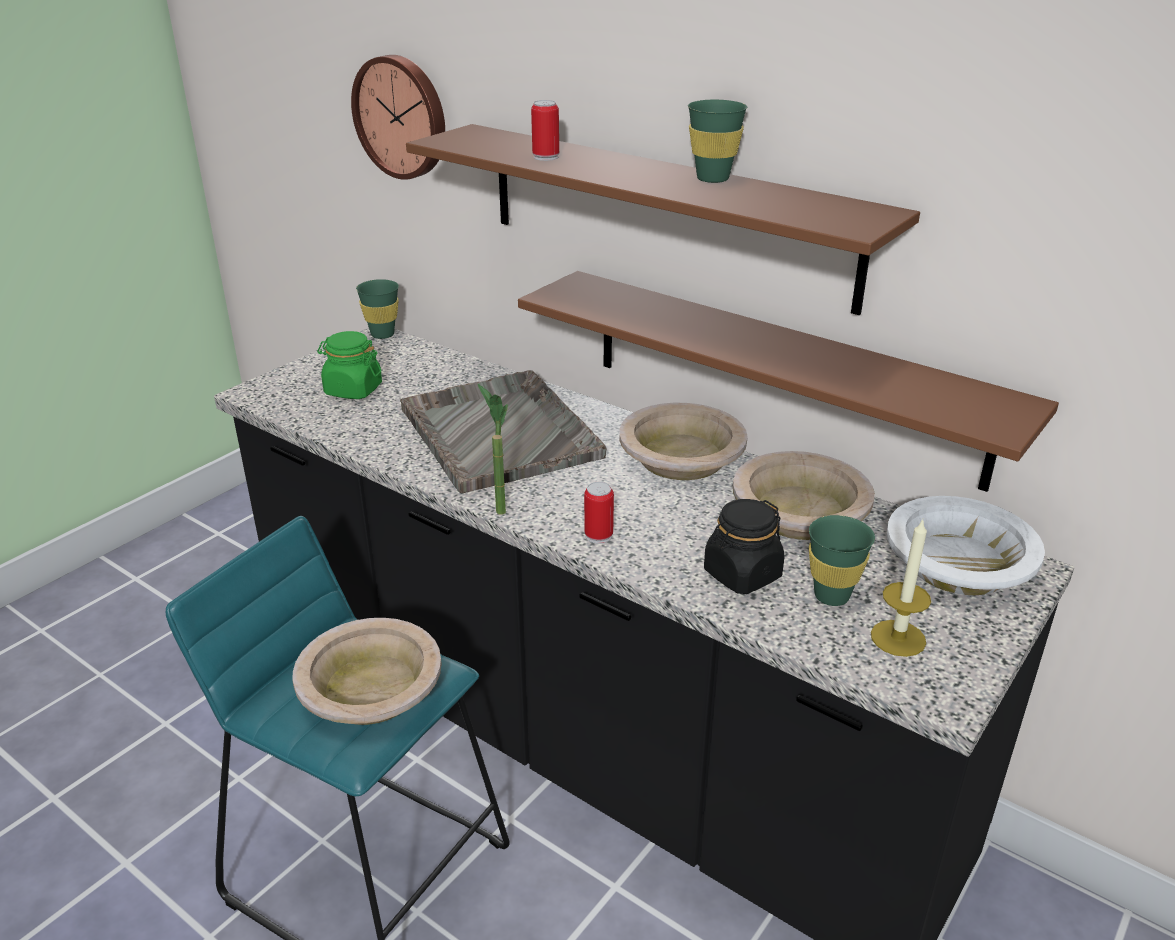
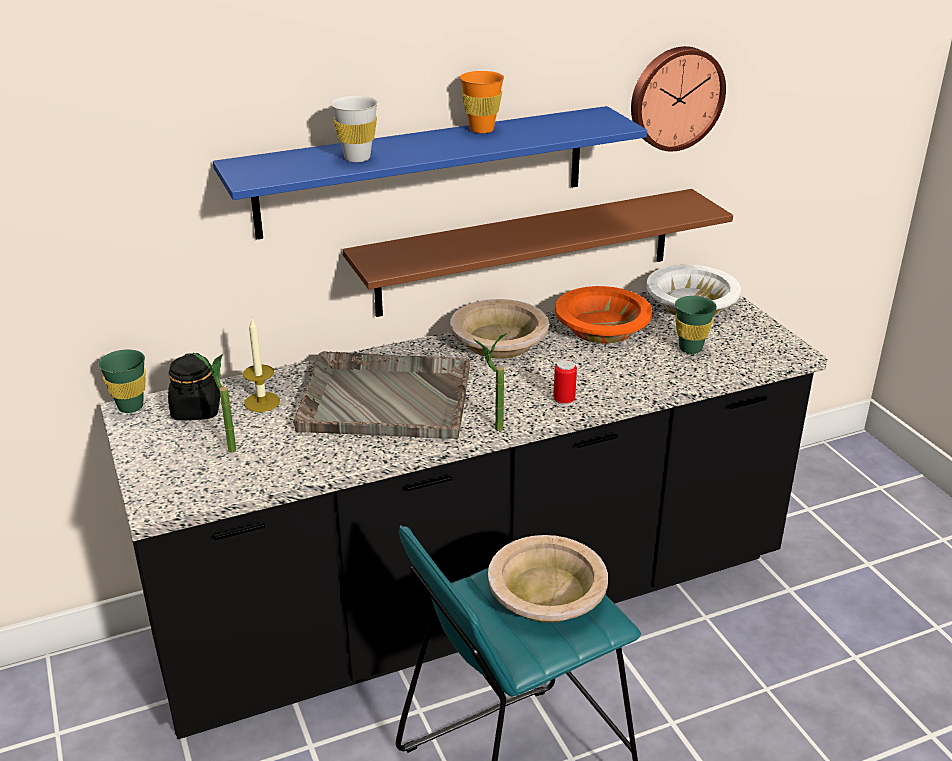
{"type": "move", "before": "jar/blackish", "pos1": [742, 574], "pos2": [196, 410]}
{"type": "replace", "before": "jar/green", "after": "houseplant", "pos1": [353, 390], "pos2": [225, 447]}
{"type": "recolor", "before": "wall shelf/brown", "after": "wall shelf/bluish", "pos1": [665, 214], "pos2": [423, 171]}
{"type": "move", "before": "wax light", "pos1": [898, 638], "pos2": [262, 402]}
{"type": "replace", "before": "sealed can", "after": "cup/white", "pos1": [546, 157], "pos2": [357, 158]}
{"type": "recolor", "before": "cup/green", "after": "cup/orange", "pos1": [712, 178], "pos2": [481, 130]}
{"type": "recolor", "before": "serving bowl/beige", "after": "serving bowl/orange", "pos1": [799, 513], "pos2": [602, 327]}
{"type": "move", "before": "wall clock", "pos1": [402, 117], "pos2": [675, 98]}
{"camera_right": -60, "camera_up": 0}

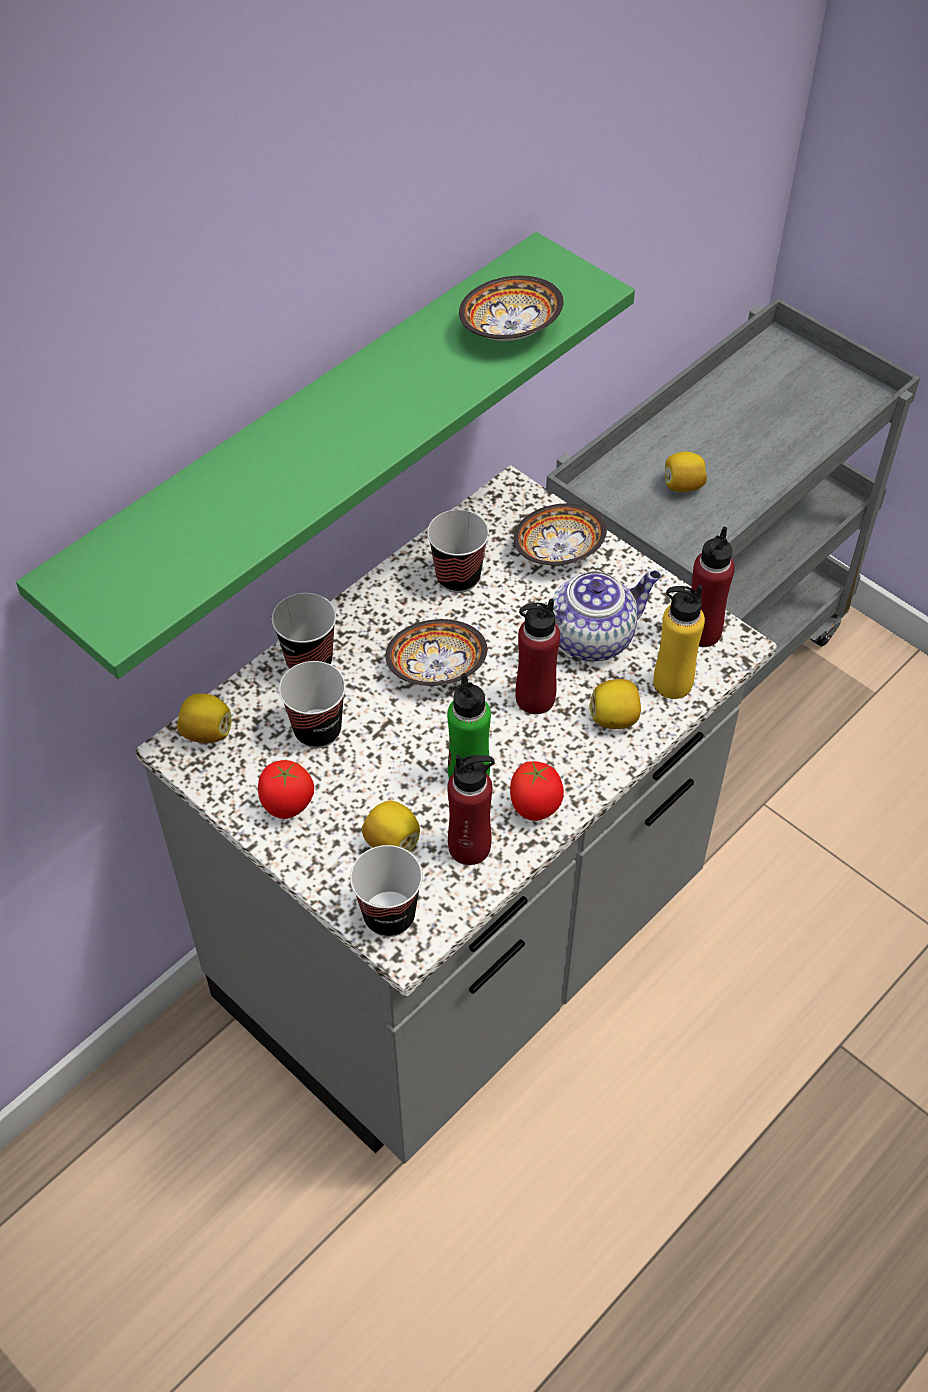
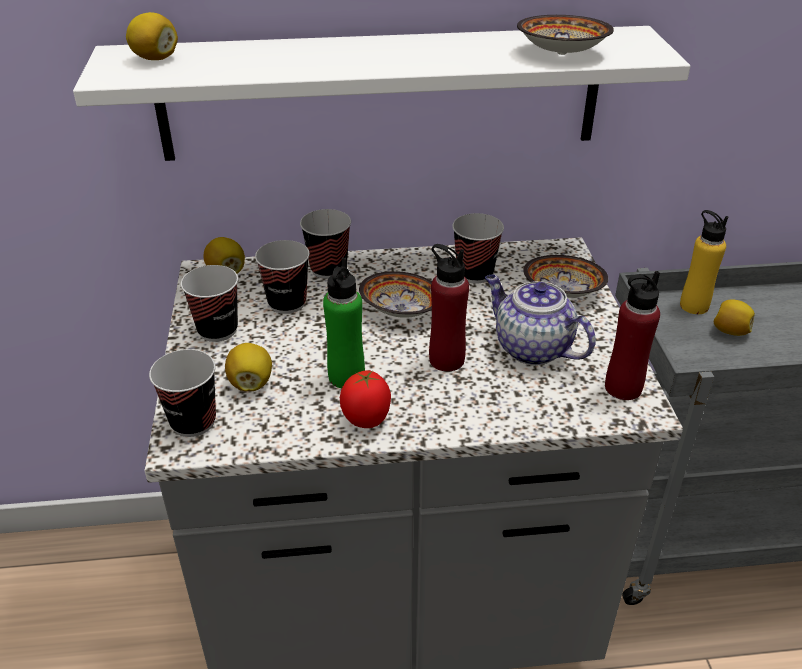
{"type": "recolor", "before": "wall shelf/green", "after": "wall shelf/white", "pos1": [306, 445], "pos2": [381, 94]}
{"type": "move", "before": "whole lemon", "pos1": [615, 718], "pos2": [155, 58]}
{"type": "replace", "before": "whole tomato", "after": "cup", "pos1": [288, 807], "pos2": [217, 330]}
{"type": "rotate", "before": "pot for tea", "pos1": [592, 637], "pos2": [531, 348], "turn": -150}
{"type": "move", "before": "bottle/yellowish", "pos1": [672, 683], "pos2": [694, 306]}
{"type": "delete", "before": "bottle/red-coloured", "pos1": [469, 847]}
{"camera_right": 40, "camera_up": -15}

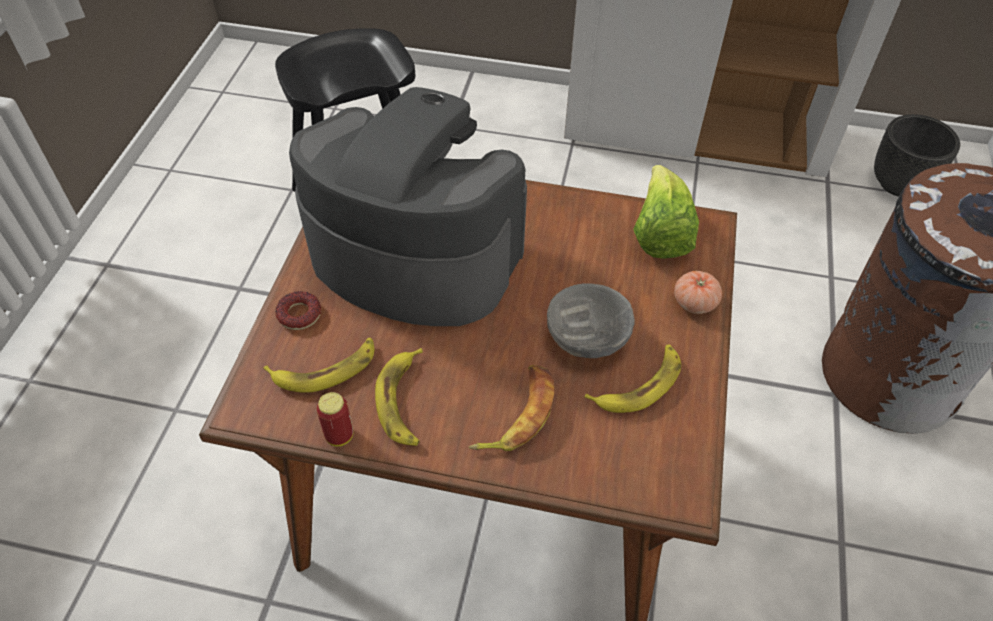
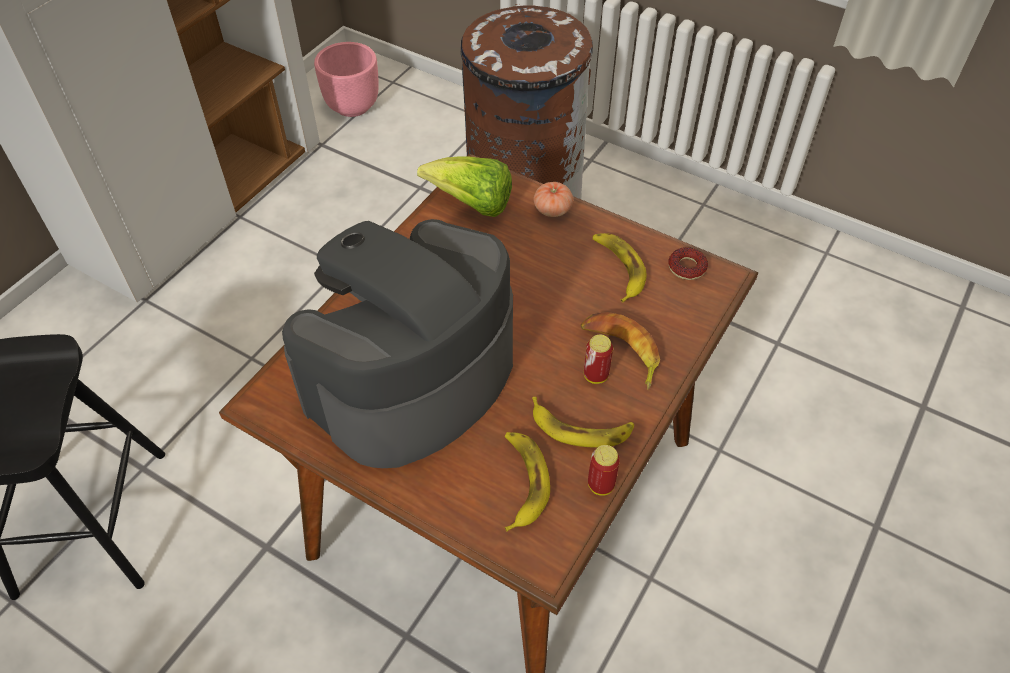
{"type": "recolor", "before": "planter/blackish", "after": "planter/pinkish", "pos1": [899, 184], "pos2": [353, 106]}
{"type": "insert", "after": "sealed can", "pos2": [595, 376]}
{"type": "move", "before": "doughnut", "pos1": [299, 314], "pos2": [687, 267]}
{"type": "delete", "before": "serving bowl/grey", "pos1": [587, 338]}
{"camera_right": -70, "camera_up": 0}

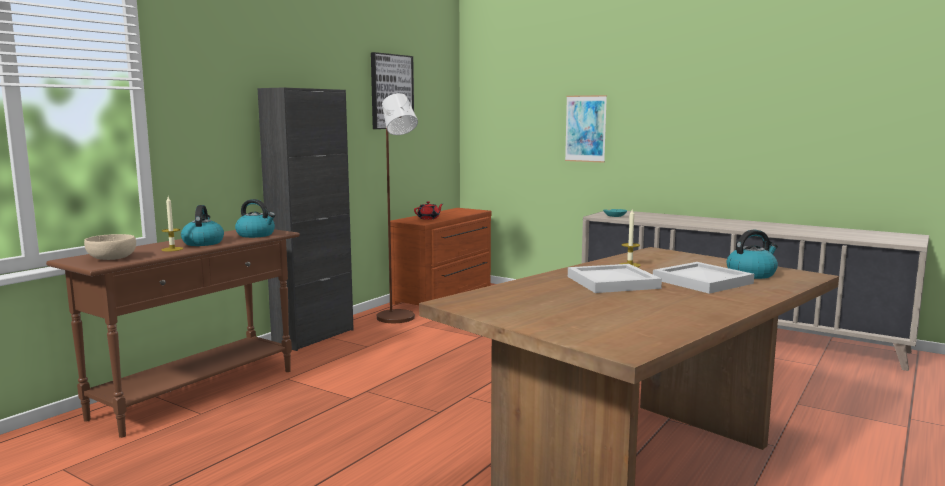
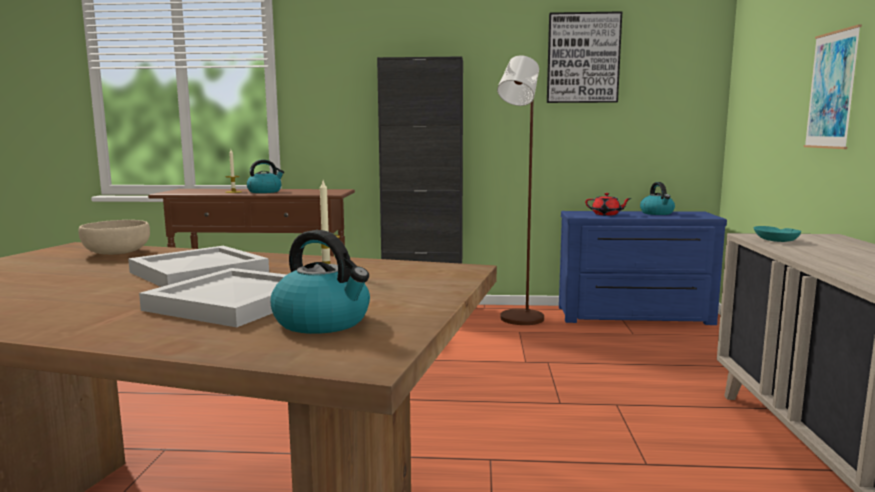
{"type": "move", "before": "serving bowl/beige", "pos1": [111, 258], "pos2": [116, 253]}
{"type": "recolor", "before": "dresser/brown", "after": "dresser/bluish", "pos1": [445, 295], "pos2": [635, 316]}
{"type": "move", "before": "tea kettle", "pos1": [256, 235], "pos2": [657, 213]}
{"camera_right": 60, "camera_up": 0}

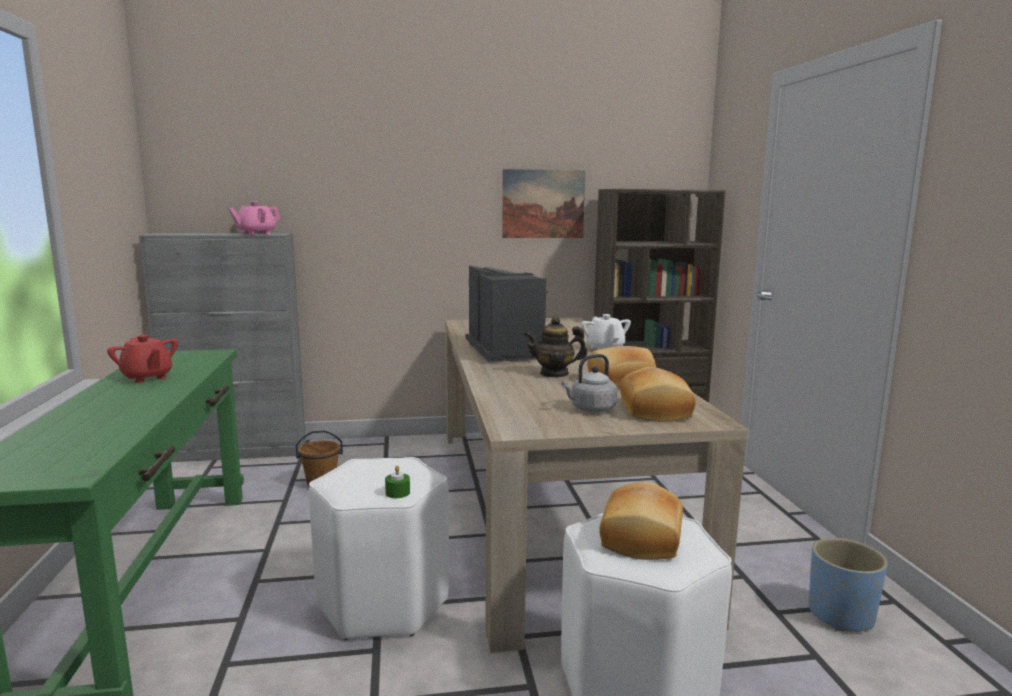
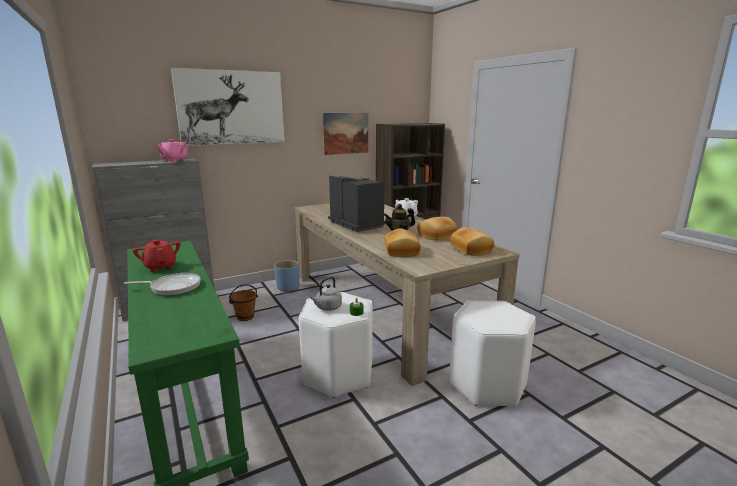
{"type": "insert", "after": "pan", "pos2": [173, 287]}
{"type": "rotate", "before": "pot for tea/red-coloured", "pos1": [147, 377], "pos2": [160, 267], "turn": -150}
{"type": "insert", "after": "picture", "pos2": [231, 107]}
{"type": "move", "before": "planter/bluish", "pos1": [841, 615], "pos2": [288, 287]}
{"type": "move", "before": "tea kettle/grey", "pos1": [591, 409], "pos2": [327, 308]}
{"type": "move", "before": "baked bread", "pos1": [643, 539], "pos2": [402, 251]}
{"camera_right": -20, "camera_up": 5}

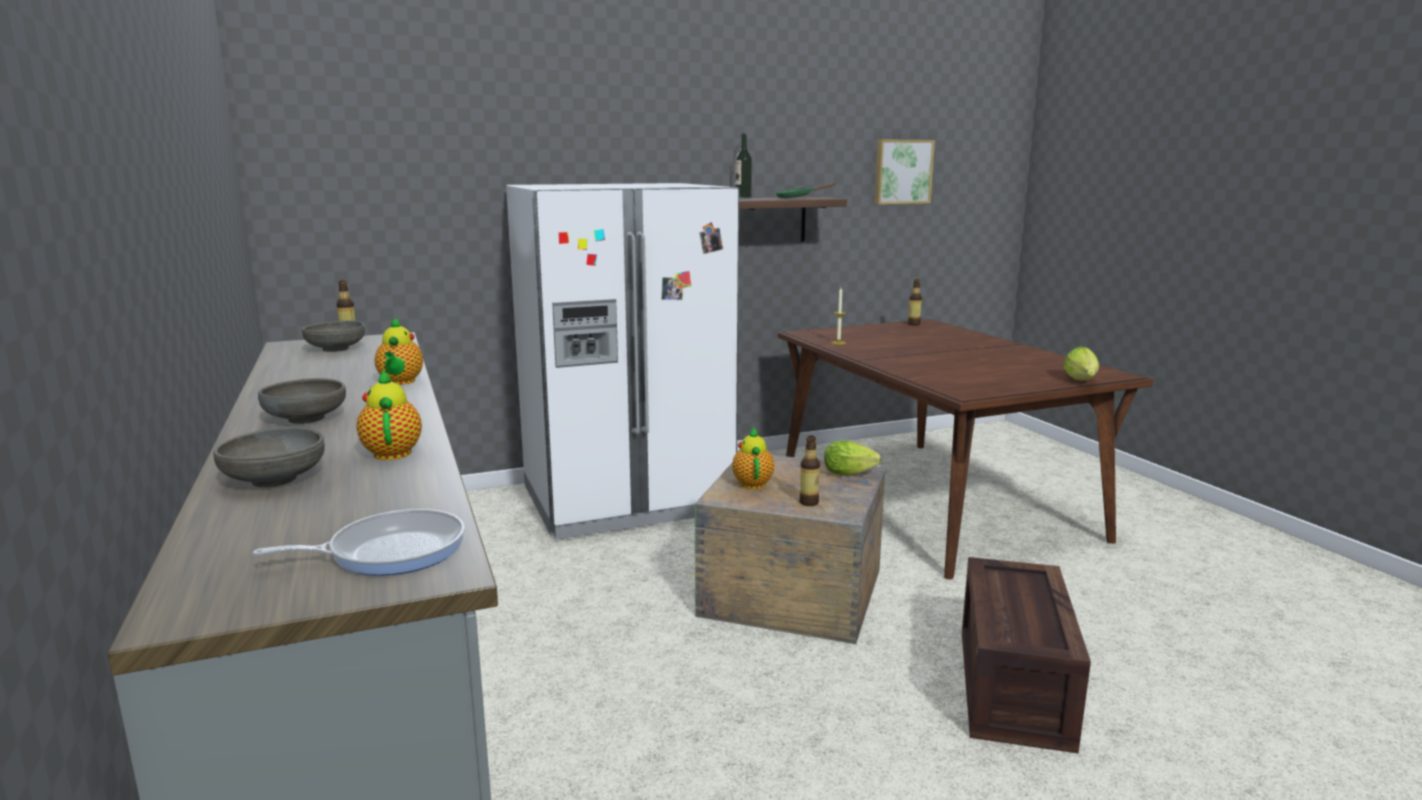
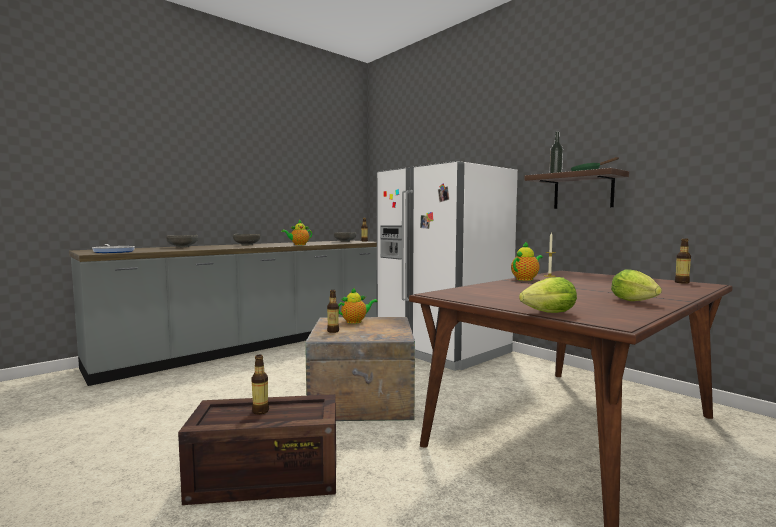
{"type": "insert", "after": "bottle", "pos2": [260, 411]}
{"type": "move", "before": "pot for tea", "pos1": [392, 452], "pos2": [526, 279]}
{"type": "move", "before": "lettuce", "pos1": [852, 474], "pos2": [636, 302]}
{"type": "delete", "before": "picture", "pos1": [902, 172]}
{"camera_right": 70, "camera_up": -10}

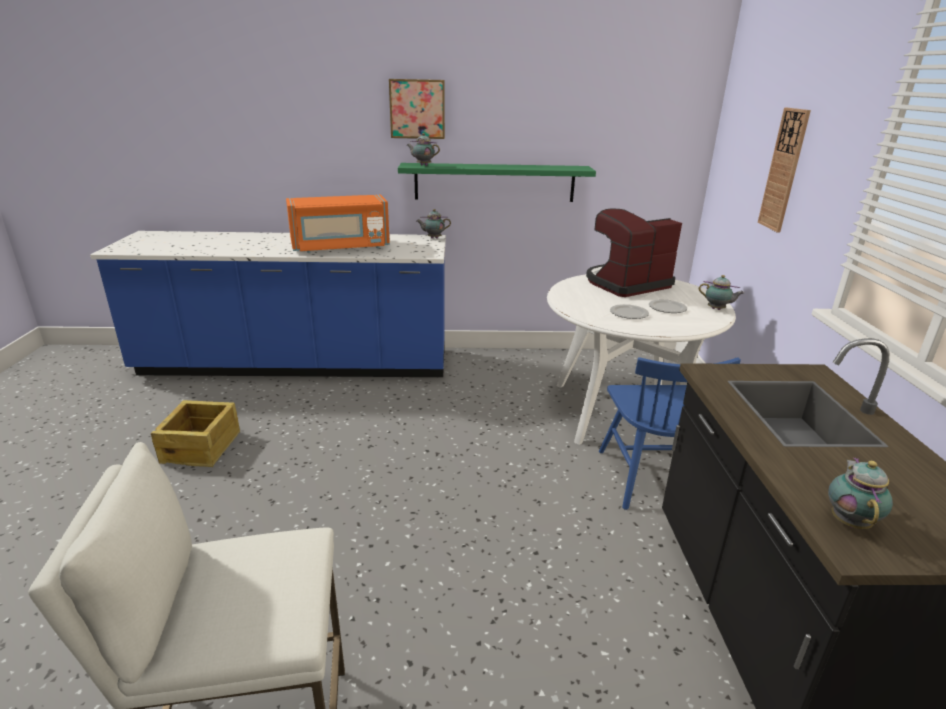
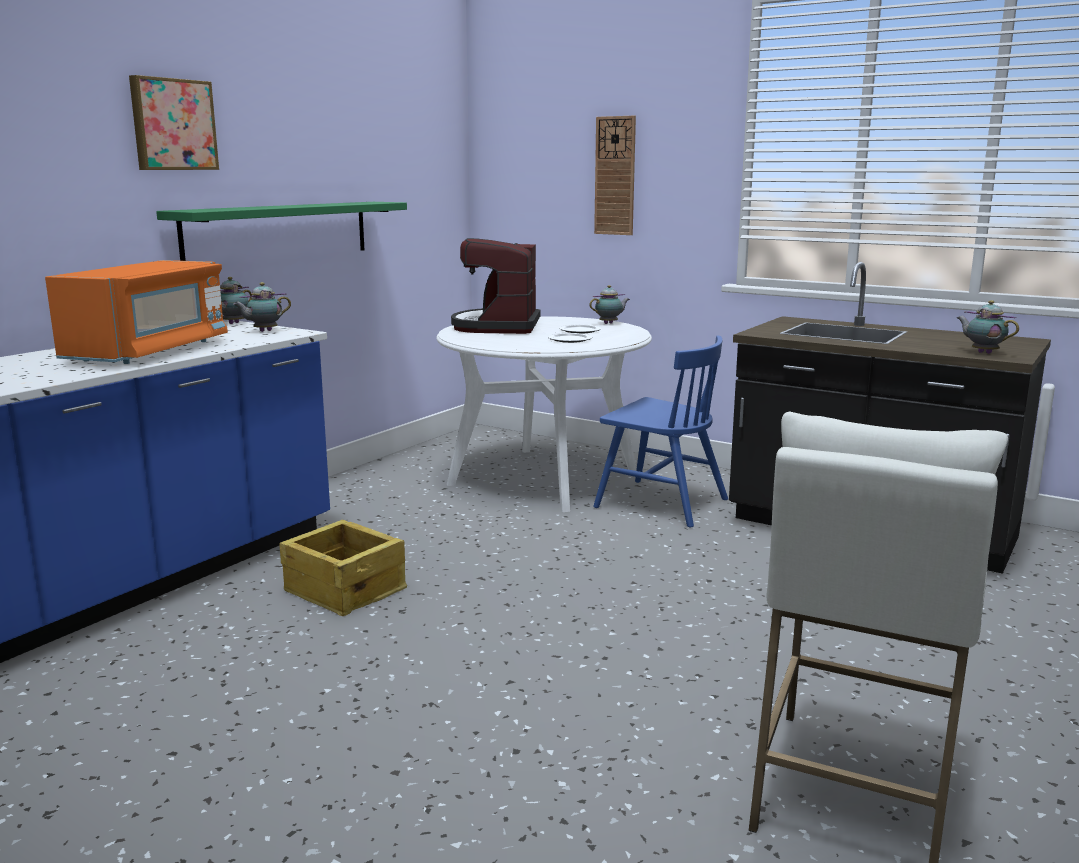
{"type": "move", "before": "pot for tea", "pos1": [423, 165], "pos2": [263, 331]}
{"type": "move", "before": "packing crate", "pos1": [202, 447], "pos2": [345, 589]}
{"camera_right": -55, "camera_up": -10}

